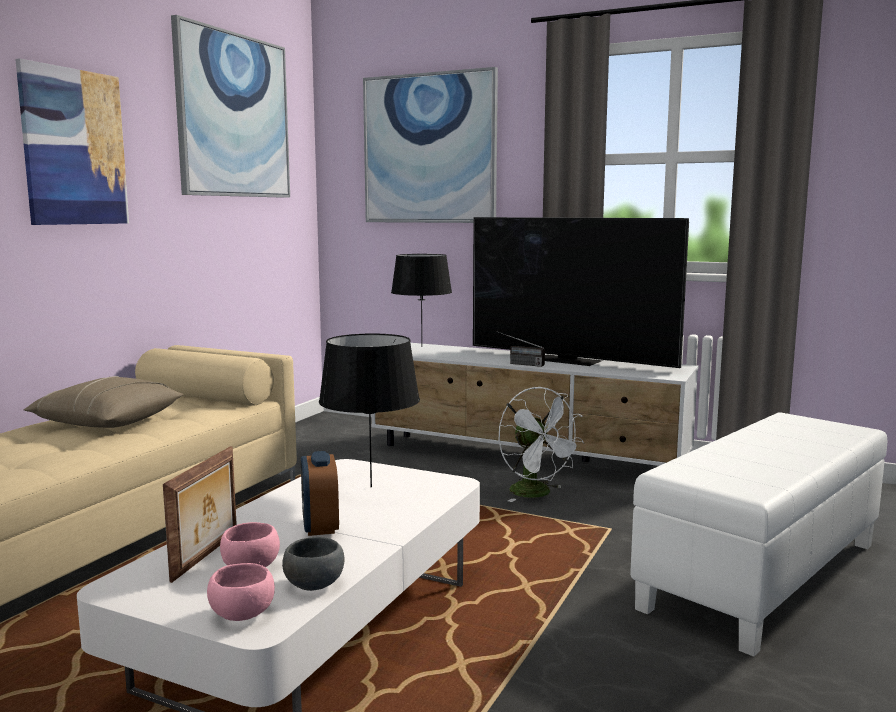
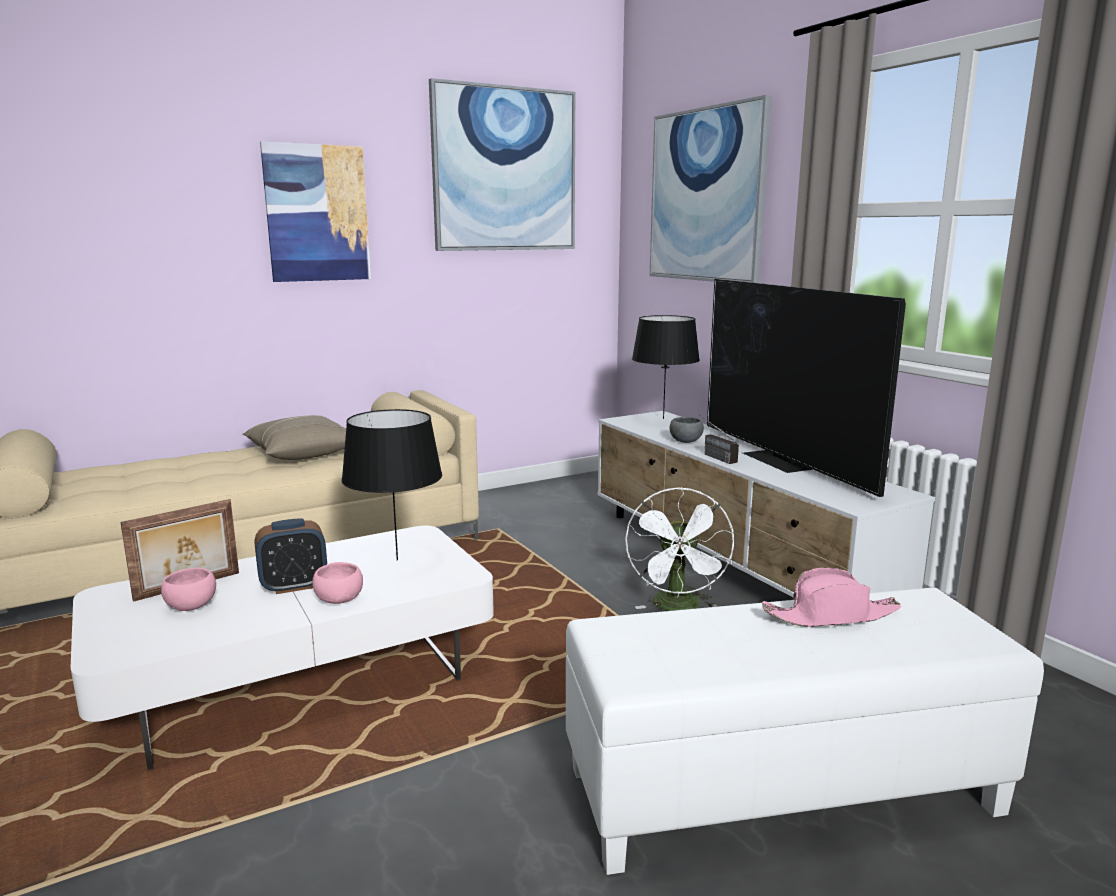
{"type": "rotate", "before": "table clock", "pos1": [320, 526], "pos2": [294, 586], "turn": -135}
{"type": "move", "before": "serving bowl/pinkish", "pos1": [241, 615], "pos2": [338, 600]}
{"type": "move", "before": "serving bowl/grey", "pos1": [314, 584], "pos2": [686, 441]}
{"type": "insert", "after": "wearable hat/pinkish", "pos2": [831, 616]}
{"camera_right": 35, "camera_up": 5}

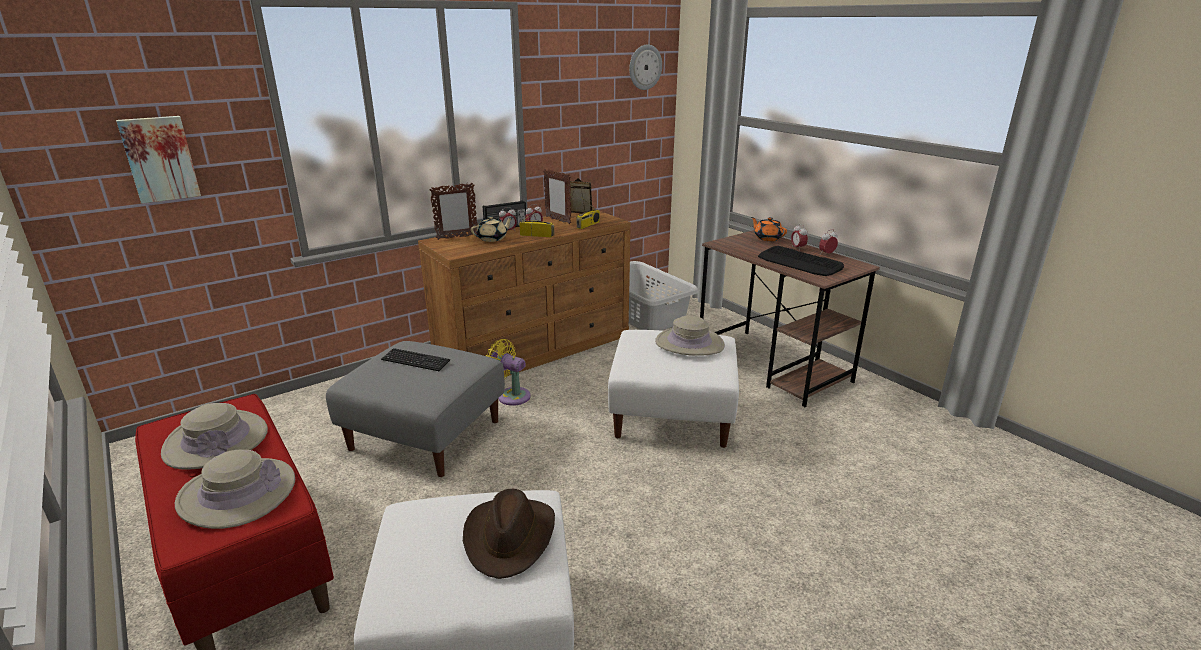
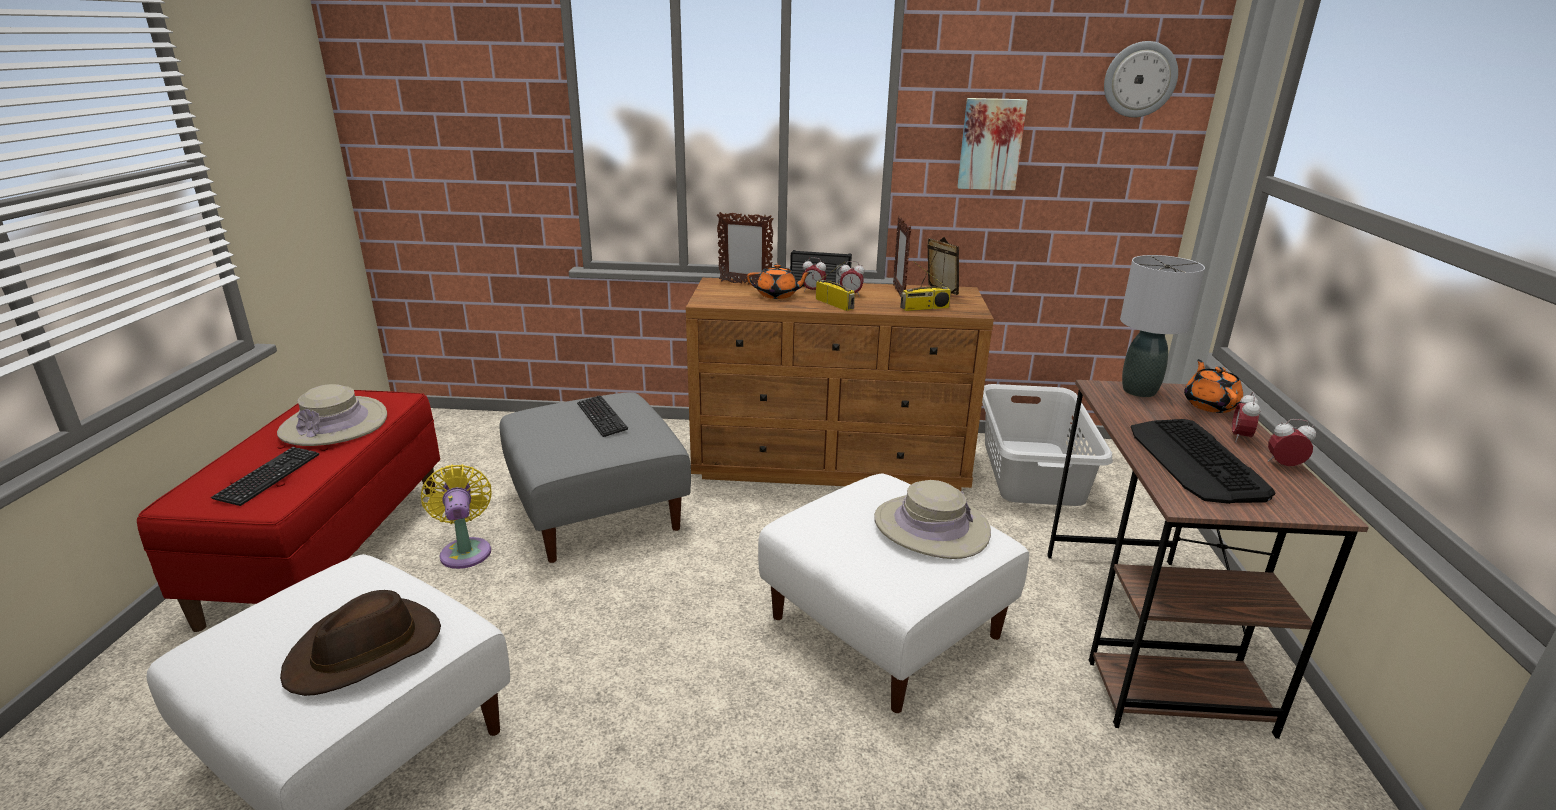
{"type": "replace", "before": "wearable hat/beige", "after": "keyboard", "pos1": [238, 493], "pos2": [268, 477]}
{"type": "move", "before": "fan/yellowish", "pos1": [511, 395], "pos2": [465, 550]}
{"type": "recolor", "before": "pot for tea/beige", "after": "pot for tea/orange", "pos1": [492, 238], "pos2": [778, 295]}
{"type": "move", "before": "picture", "pos1": [159, 159], "pos2": [990, 144]}
{"type": "insert", "after": "tabletop lamp/grey", "pos2": [1139, 391]}
{"camera_right": 40, "camera_up": 0}

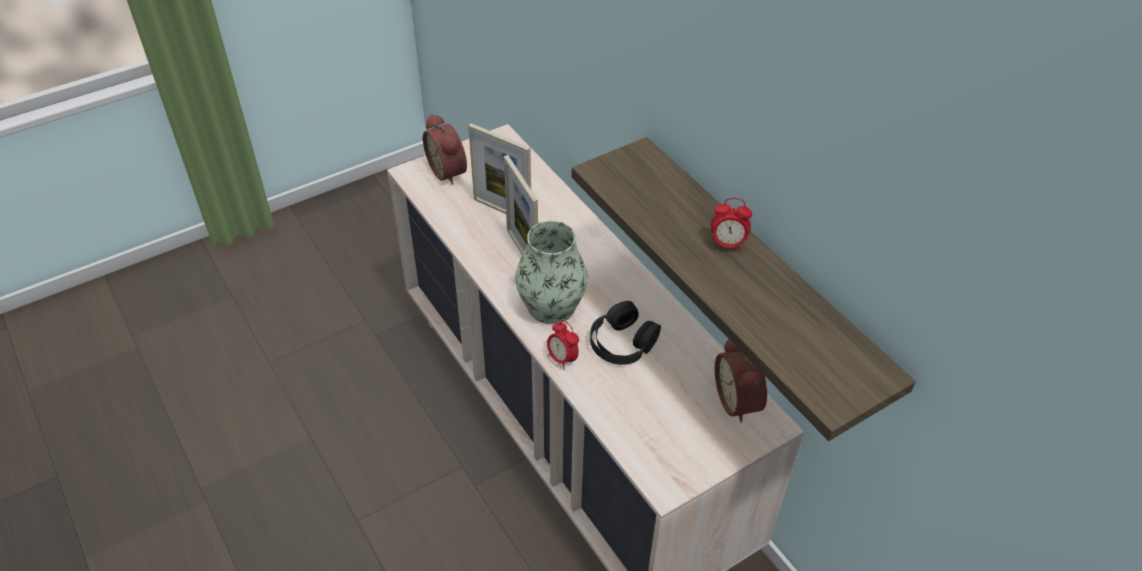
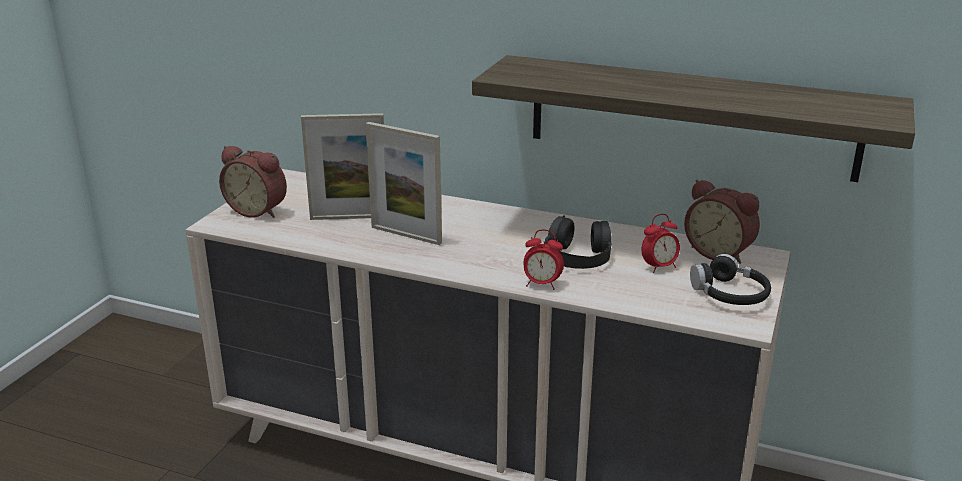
{"type": "move", "before": "table clock", "pos1": [727, 244], "pos2": [659, 267]}
{"type": "insert", "after": "headphones/blackish", "pos2": [729, 294]}
{"type": "delete", "before": "decorative vase", "pos1": [551, 306]}
{"camera_right": -35, "camera_up": -20}

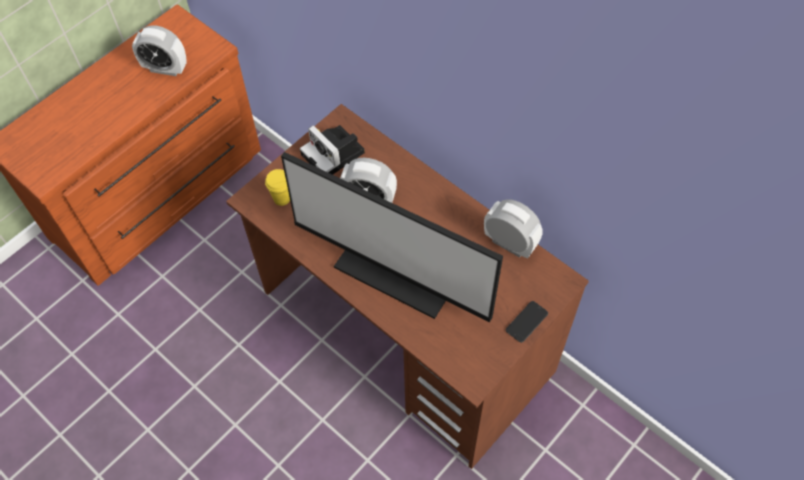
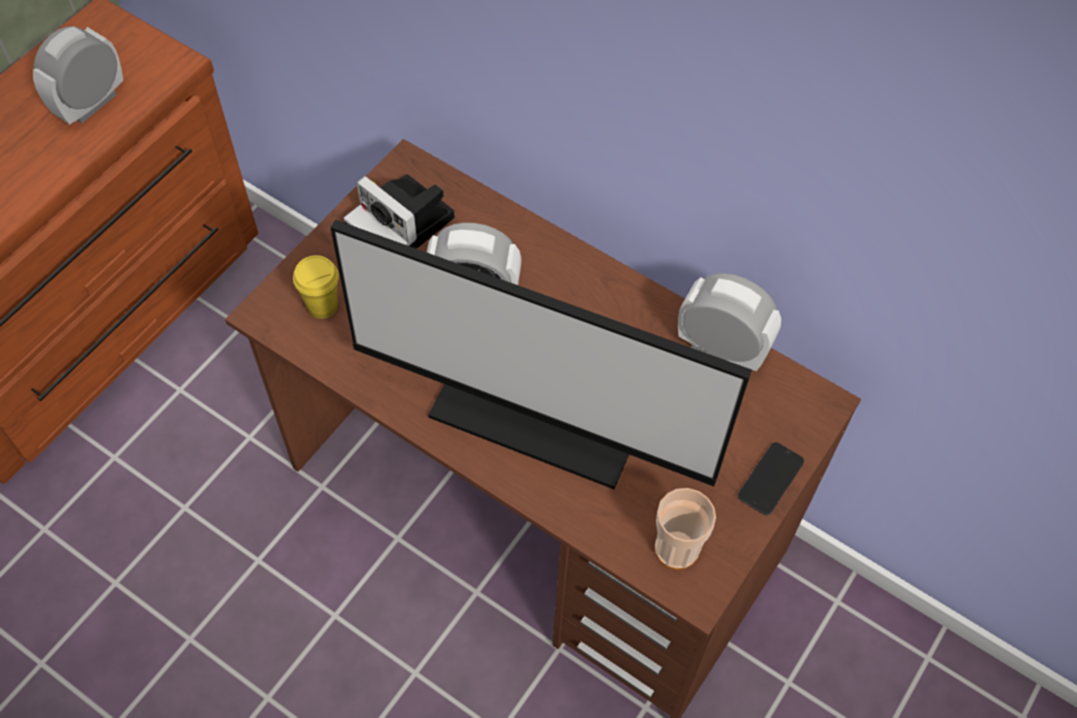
{"type": "rotate", "before": "table clock", "pos1": [165, 68], "pos2": [91, 104], "turn": 120}
{"type": "insert", "after": "cup", "pos2": [676, 549]}
{"camera_right": -10, "camera_up": 0}

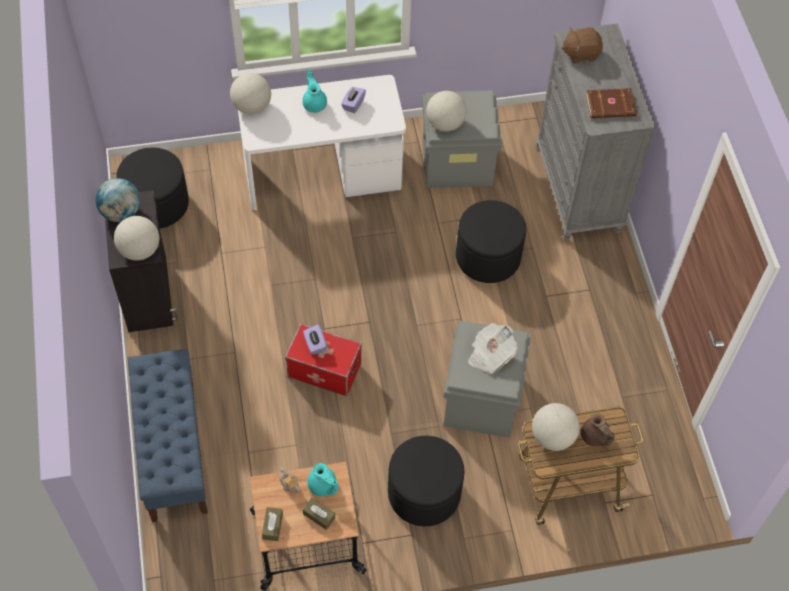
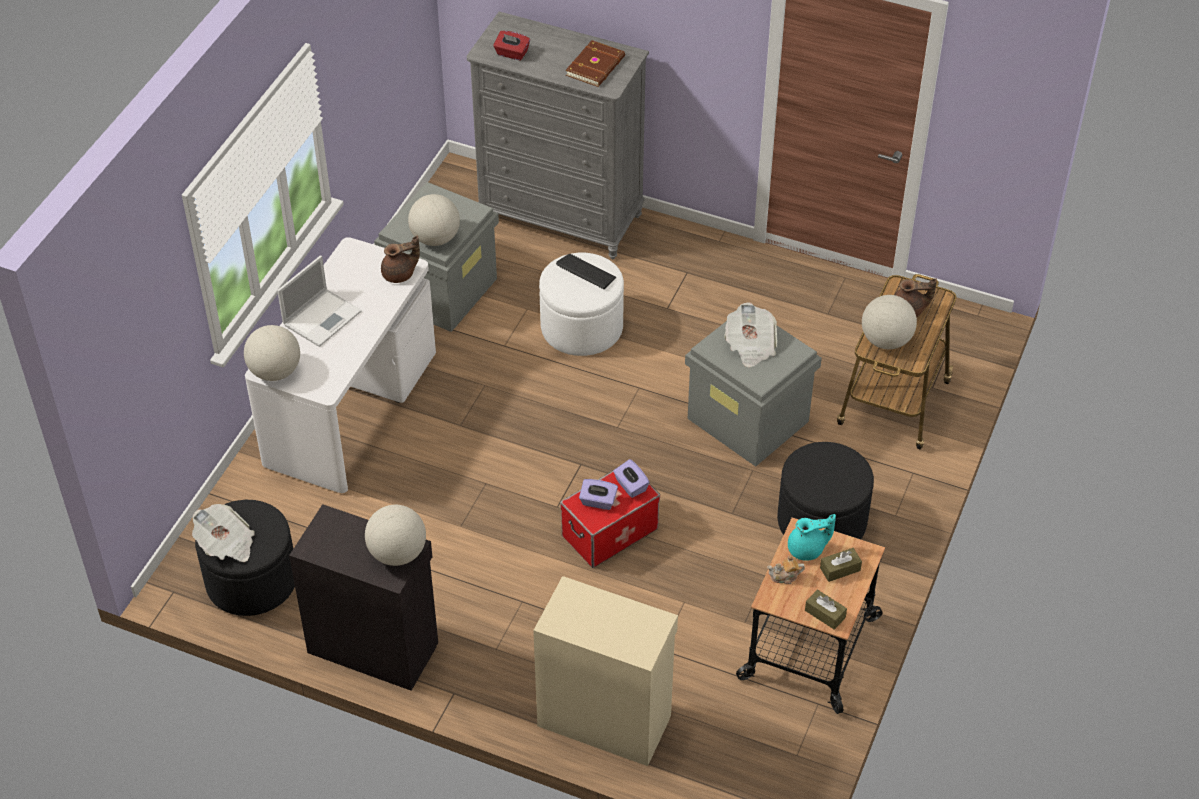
{"type": "insert", "after": "daily paper", "pos2": [226, 544]}
{"type": "replace", "before": "pot for tea/blue-green", "after": "laptop", "pos1": [314, 103], "pos2": [323, 317]}
{"type": "insert", "after": "pot for tea/brown", "pos2": [400, 274]}
{"type": "replace", "before": "cuddly toy/brown", "after": "tissue box/red-coloured", "pos1": [580, 53], "pos2": [512, 53]}
{"type": "replace", "before": "bench/bluish", "after": "cupboard/beige", "pos1": [172, 449], "pos2": [604, 718]}
{"type": "recolor", "before": "footrest/blackish", "after": "footrest/white", "pos1": [488, 256], "pos2": [581, 328]}
{"type": "insert", "after": "keyboard", "pos2": [586, 272]}
{"type": "move", "before": "tissue box/purplish", "pos1": [353, 104], "pos2": [630, 486]}
{"type": "delete", "before": "globe", "pos1": [121, 213]}
{"camera_right": -55, "camera_up": -10}

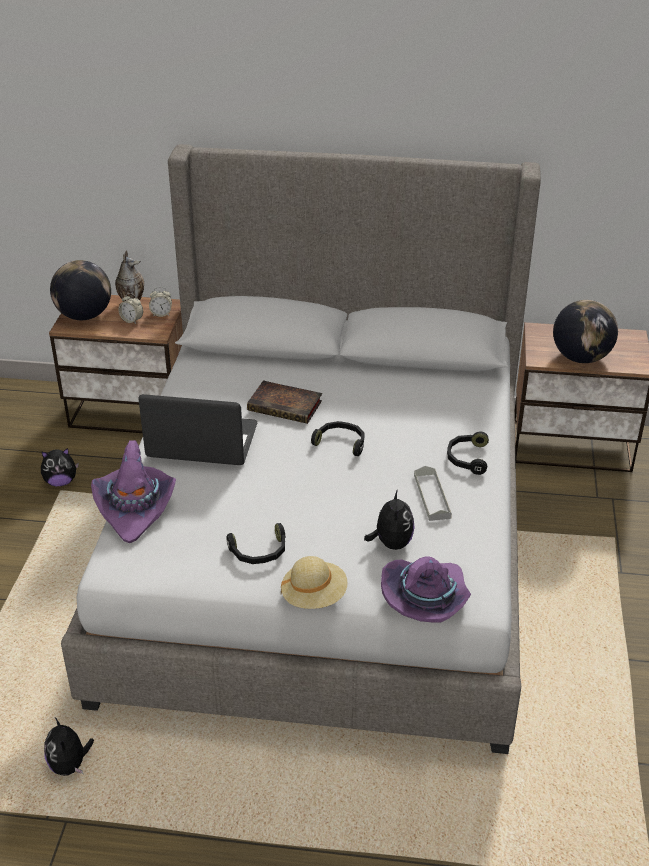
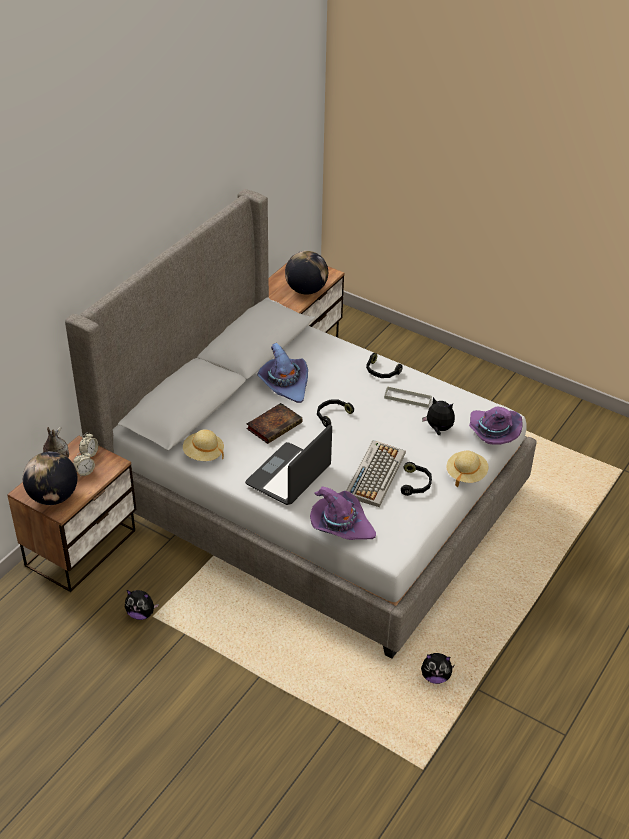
{"type": "rotate", "before": "cuddly toy", "pos1": [61, 482], "pos2": [141, 614], "turn": 90}
{"type": "insert", "after": "wearable hat/beige", "pos2": [203, 454]}
{"type": "insert", "after": "wearable hat/purplish", "pos2": [284, 384]}
{"type": "insert", "after": "keyboard", "pos2": [375, 474]}
{"camera_right": -65, "camera_up": 5}

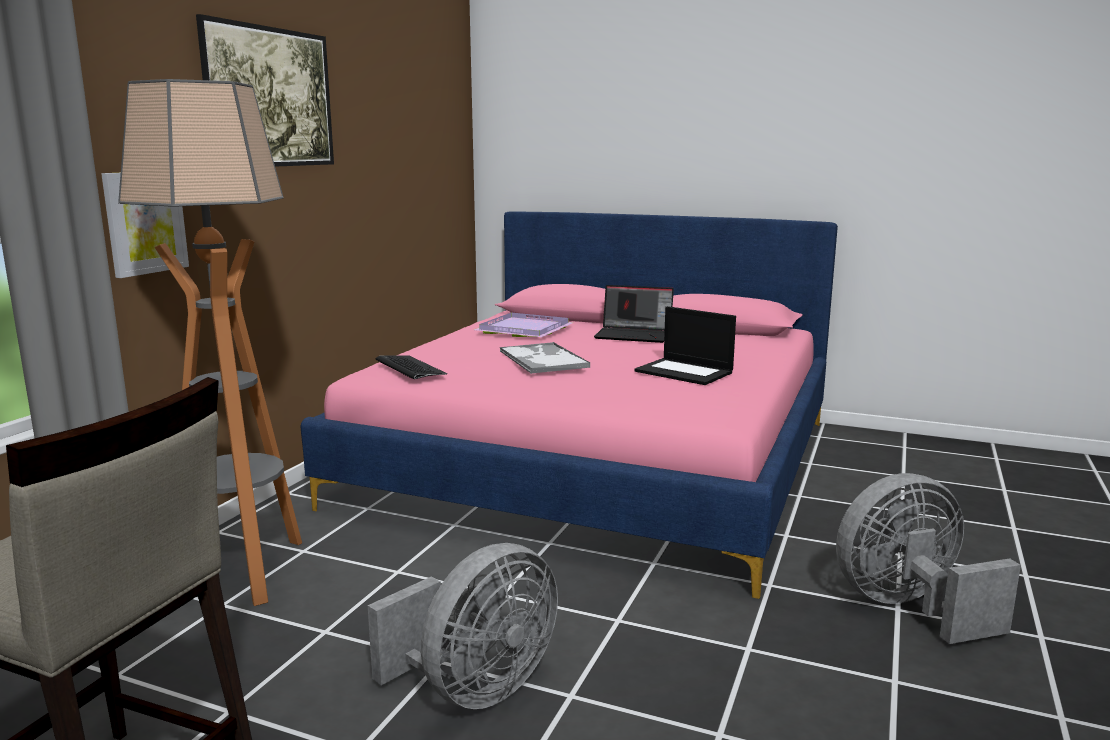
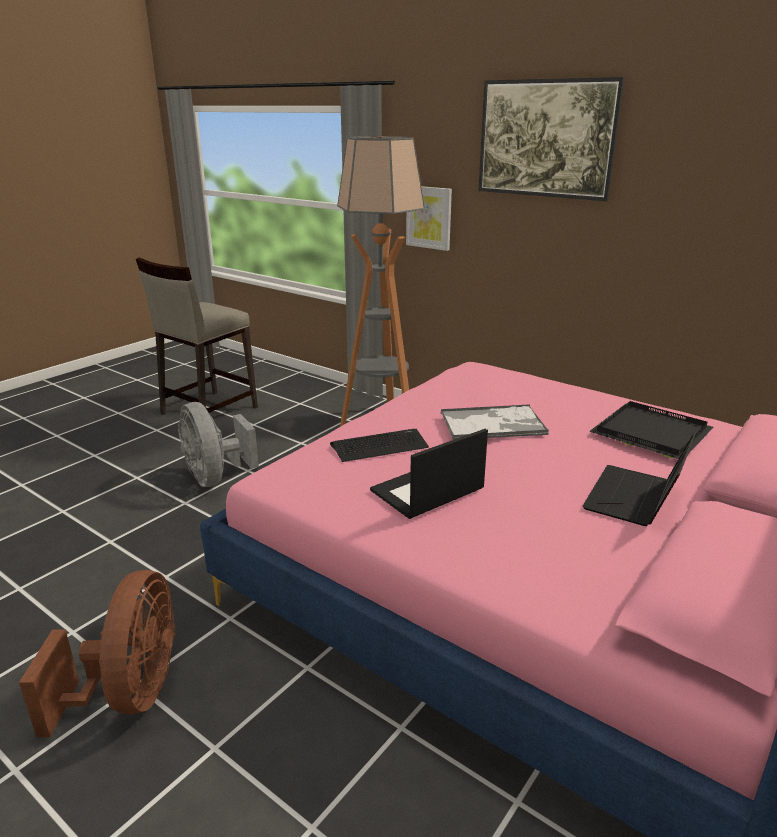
{"type": "recolor", "before": "fan/grey", "after": "fan/brown", "pos1": [909, 608], "pos2": [131, 693]}
{"type": "move", "before": "keyboard", "pos1": [409, 368], "pos2": [379, 446]}
{"type": "recolor", "before": "tray/purplish", "after": "tray/blackish", "pos1": [526, 329], "pos2": [652, 434]}
{"camera_right": 105, "camera_up": 10}

